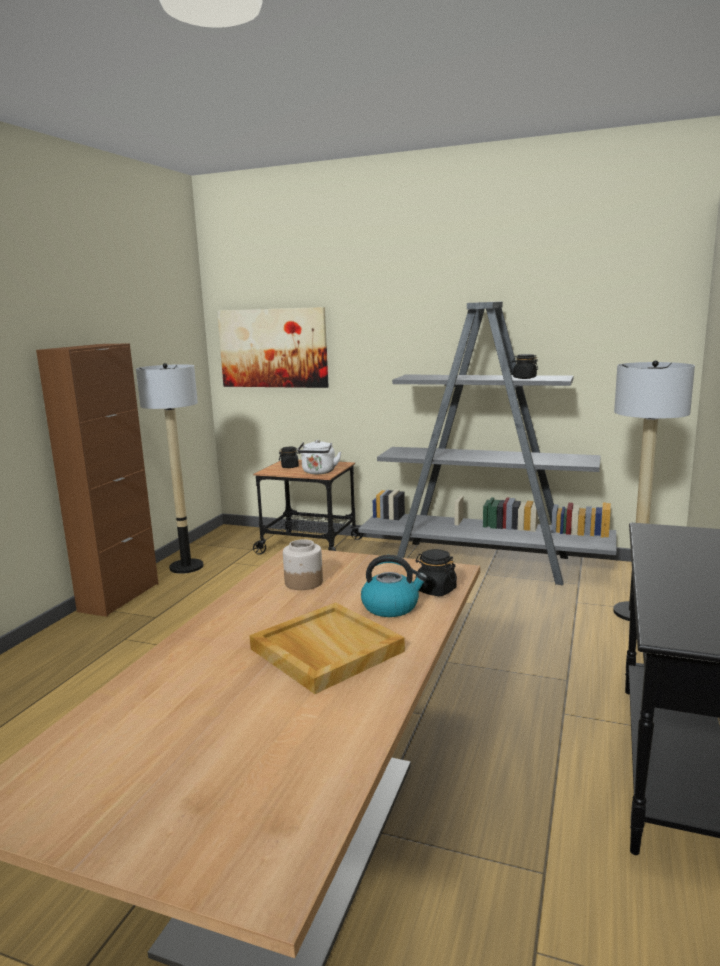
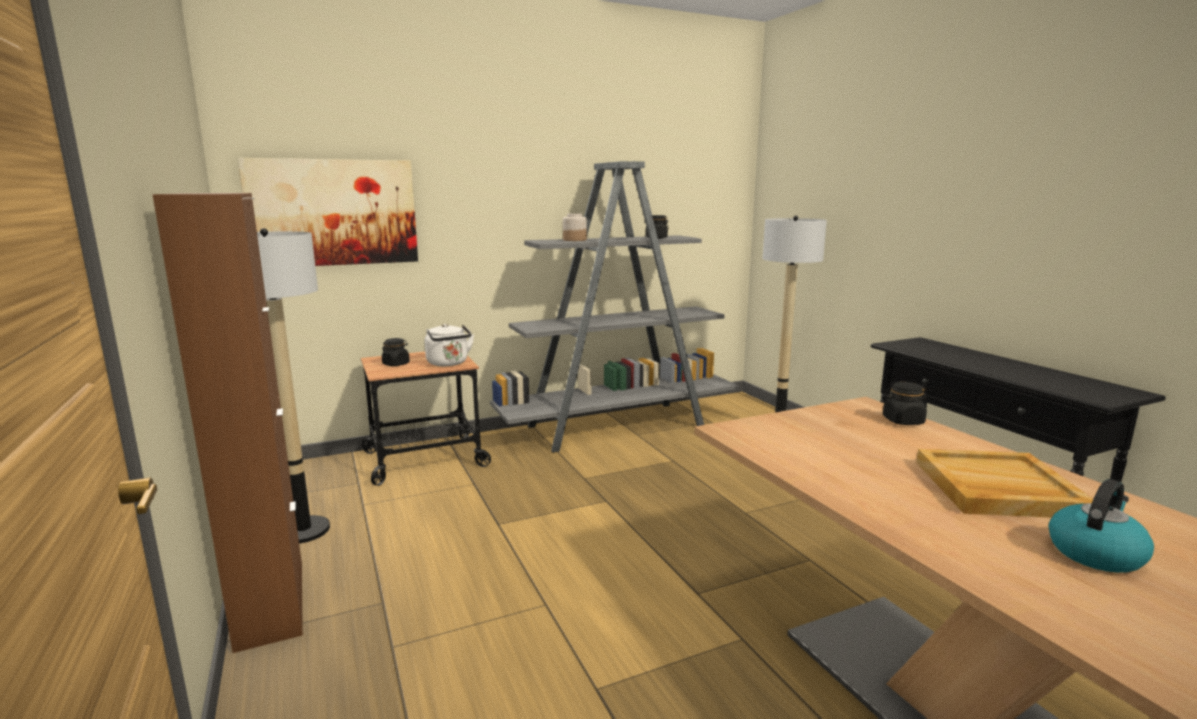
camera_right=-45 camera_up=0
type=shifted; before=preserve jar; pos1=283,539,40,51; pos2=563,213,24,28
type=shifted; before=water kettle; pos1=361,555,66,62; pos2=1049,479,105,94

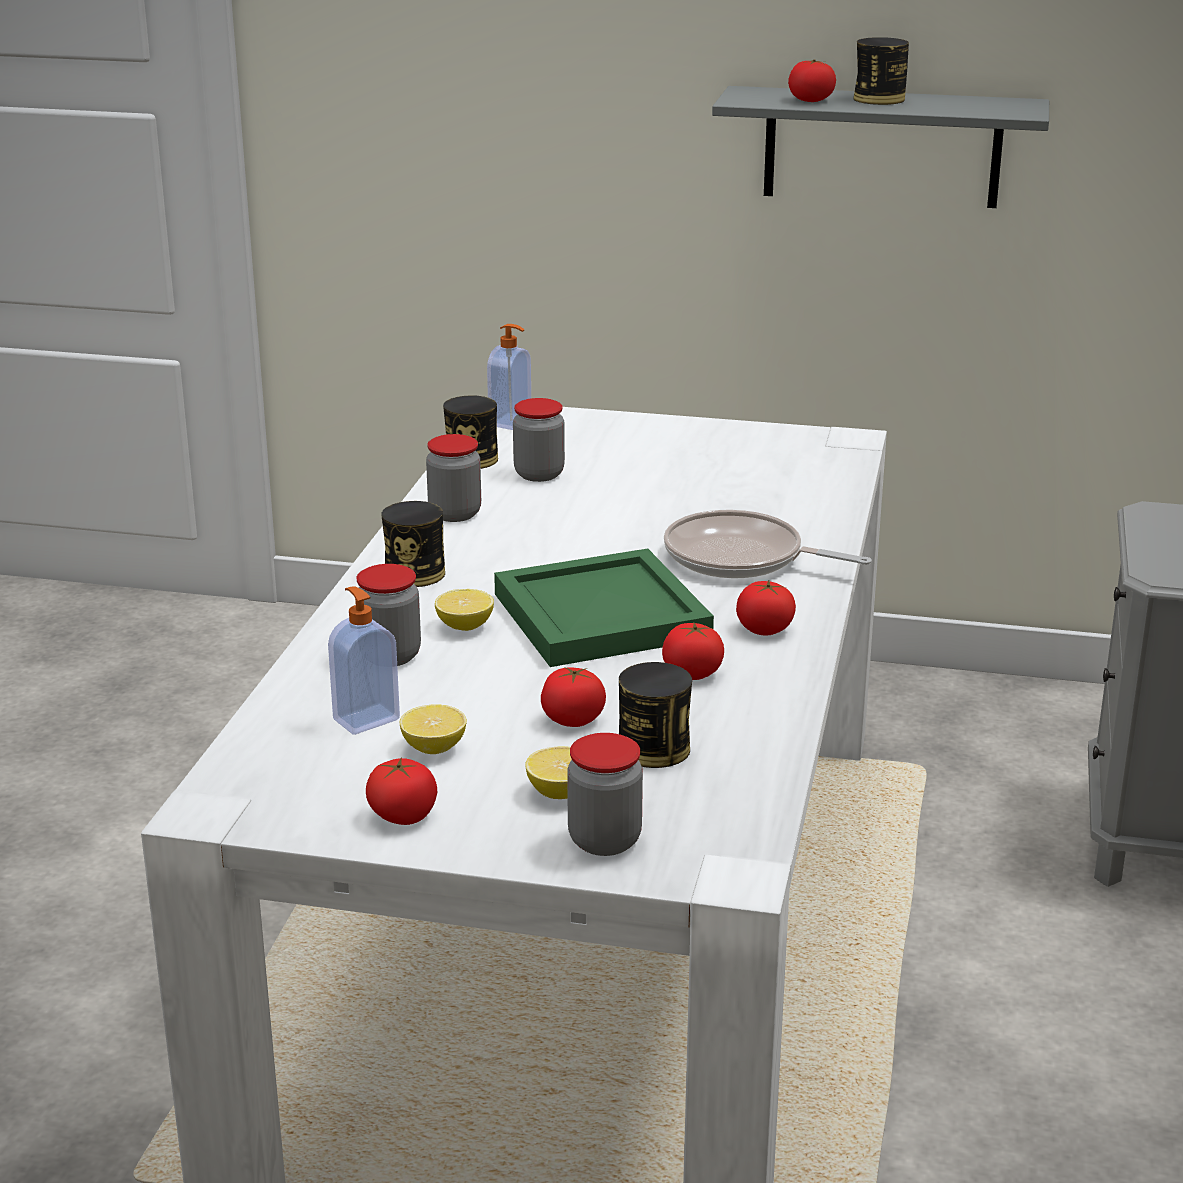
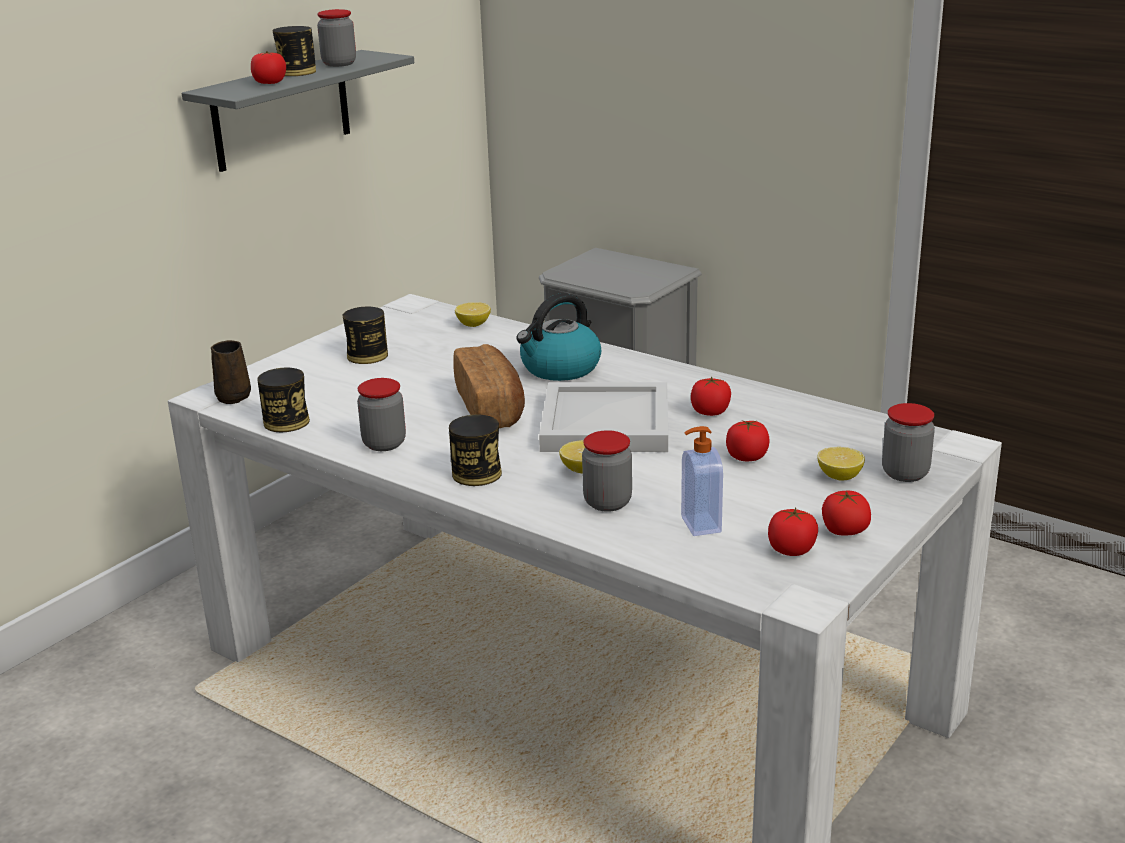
camera_right=-65 camera_up=0
type=new; after=bakery bread; pos2=453,344,72,84
type=shifted; before=lemon; pos1=400,704,67,50; pos2=455,302,36,25
type=shifted; before=preserve jar; pos1=513,398,52,84; pos2=317,9,39,58
type=shifted; before=metal can; pos1=619,662,73,106; pos2=343,307,45,57
type=shifted; before=tomato; pos1=736,581,60,54; pos2=768,508,50,48
type=swapped; before=liquid soap bottle; after=brown-coloured mug; pos1=487,324,44,106; pos2=211,340,40,64
type=swapped; before=pan; after=water kettle; pos1=664,510,208,68; pos2=516,293,85,88
type=repainted; before=green-coloured tray; after=whitish tray; pos1=494,549,220,118; pos2=539,382,129,70

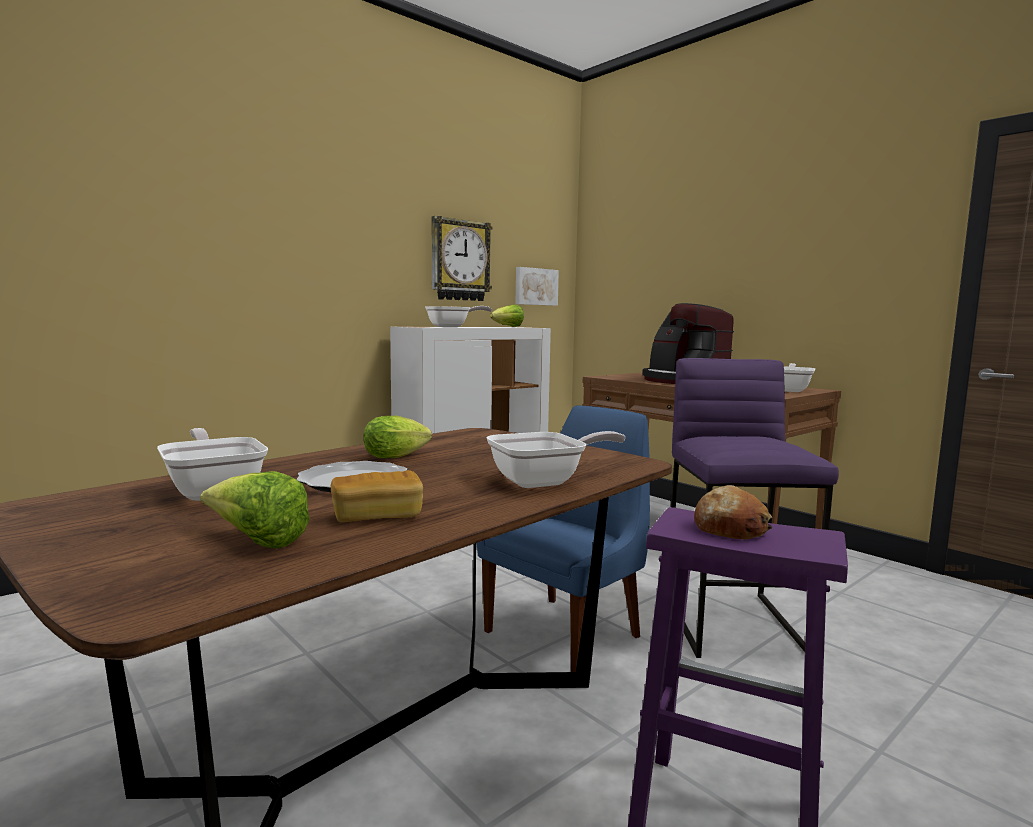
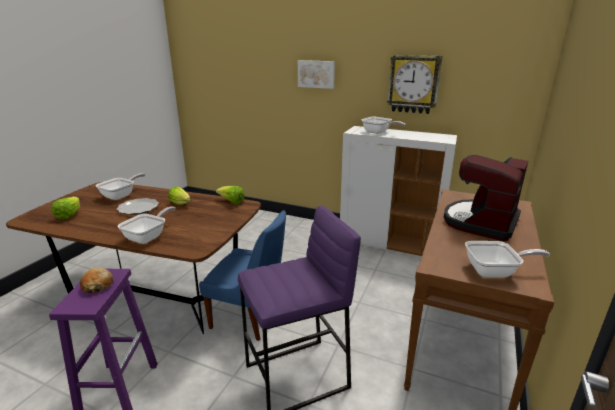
camera_right=65 camera_up=15
type=gone; before=bakery bread; pos1=331,470,92,52
type=shifted; before=lettuce; pos1=490,304,34,23; pos2=216,186,28,19
type=shifted; before=wall art; pos1=515,267,44,39; pos2=298,60,37,29
type=rotated; before=pan; pos1=486,431,139,57; pos2=118,207,57,37; turn=-105

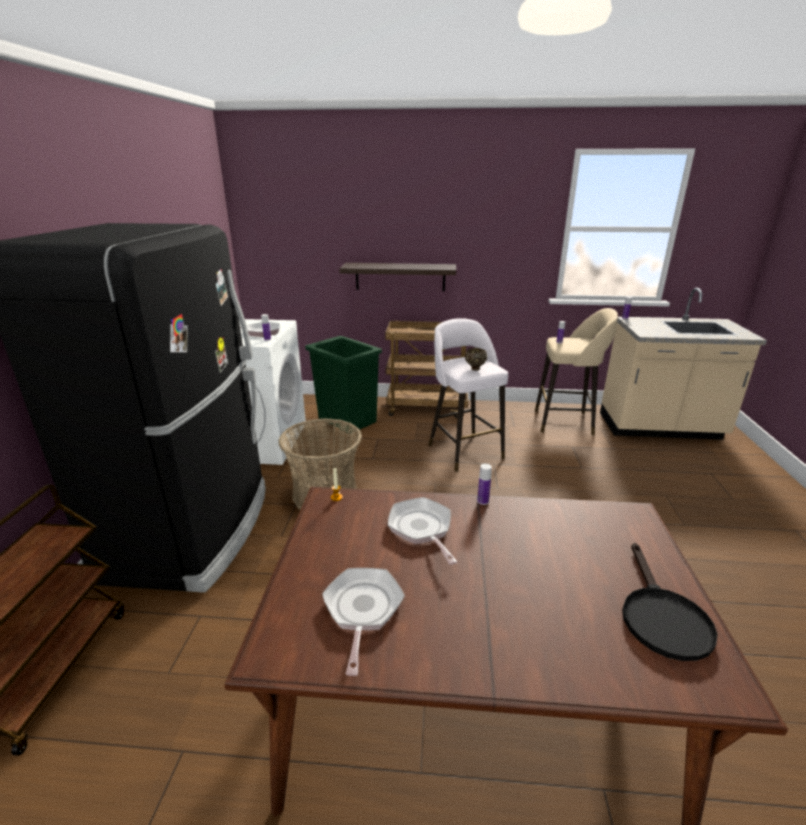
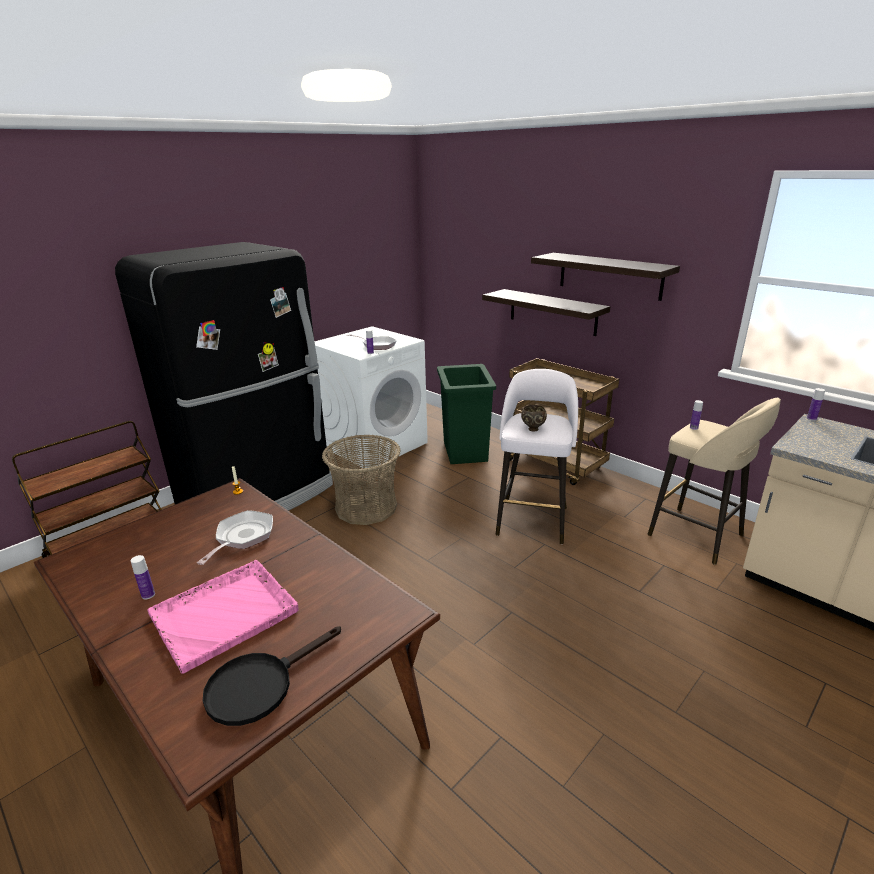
camera_right=40 camera_up=0
type=gone; before=pan; pos1=322,568,83,108
type=new; after=pink tray; pos2=148,560,150,114
type=new; after=bracket shelf; pos2=531,253,149,48
type=shifted; before=beverage bottle; pos1=477,464,15,41; pos2=131,555,24,44

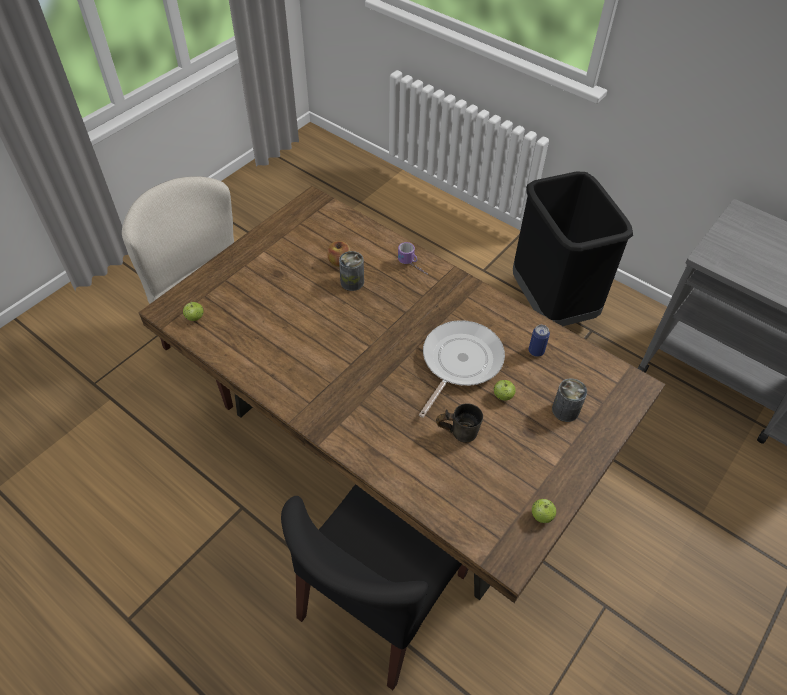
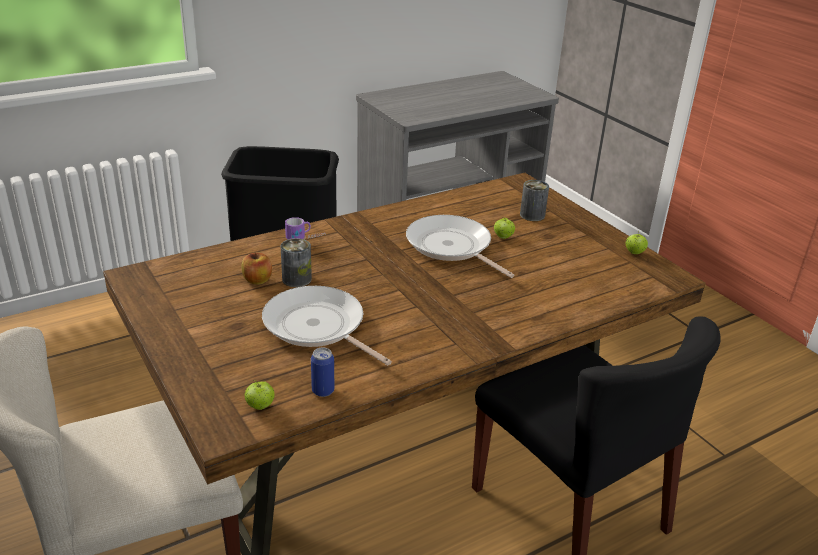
camera_right=-70 camera_up=-20
type=gone; before=greyish mug; pos1=436,403,47,39
type=new; after=pan; pos2=262,286,130,79
type=shifted; before=metal can; pos1=529,325,21,32; pos2=311,348,23,49

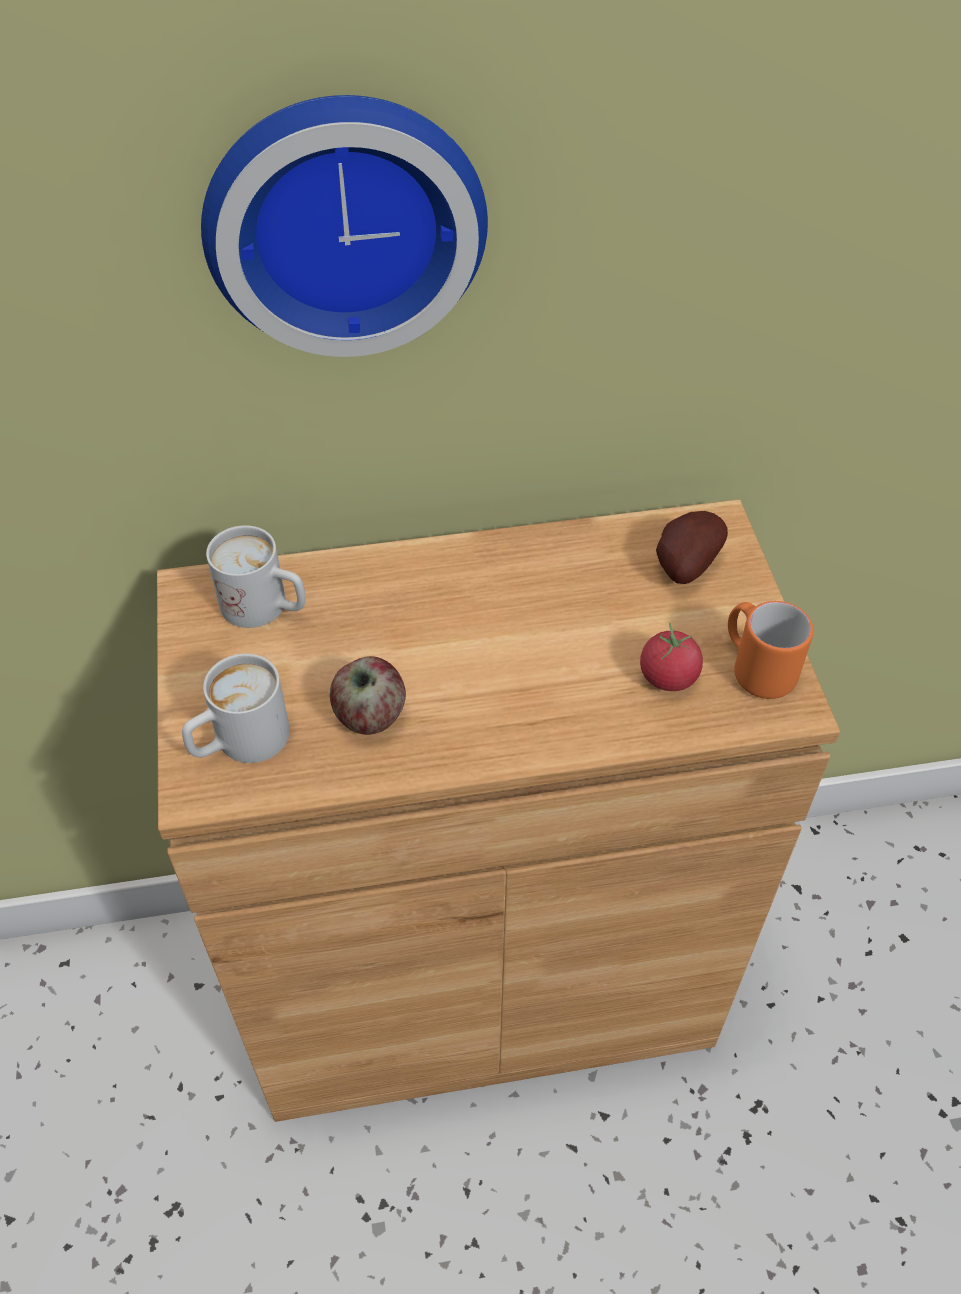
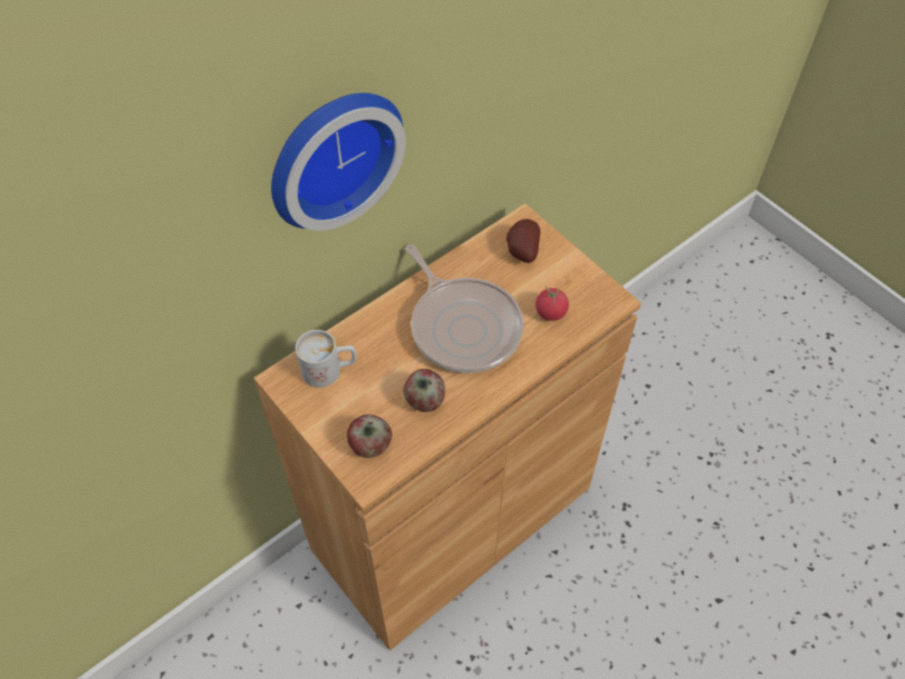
camera_right=-30 camera_up=5
type=gone; before=orange-coloured mug; pos1=728,601,85,98
type=new; after=pan; pos2=406,244,118,129
type=swapped; before=whitish mug; after=apple fruit; pos1=182,654,108,109; pos2=347,414,45,44

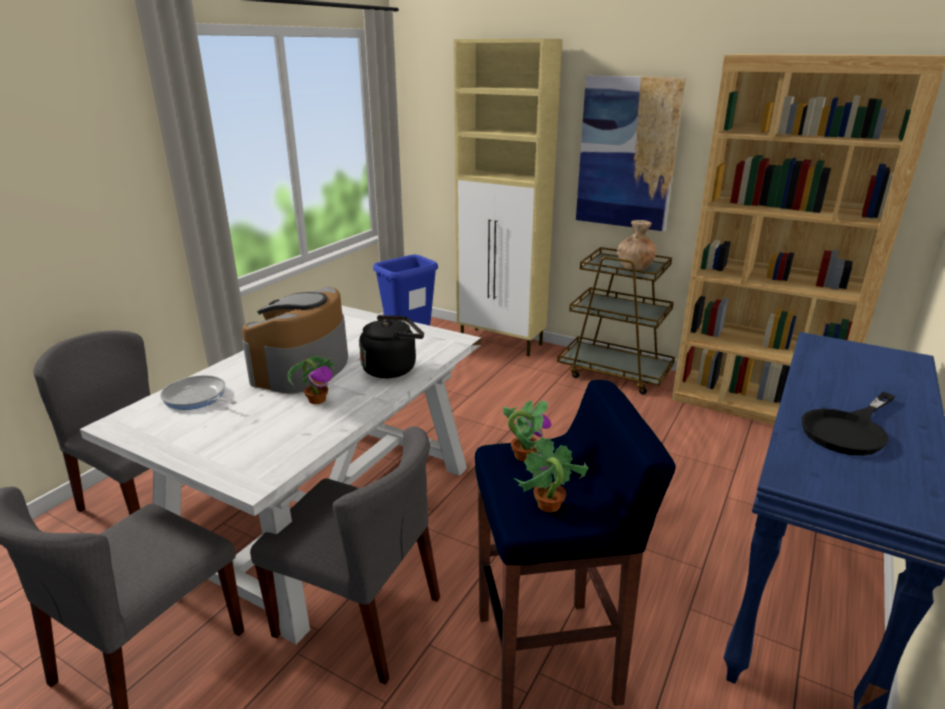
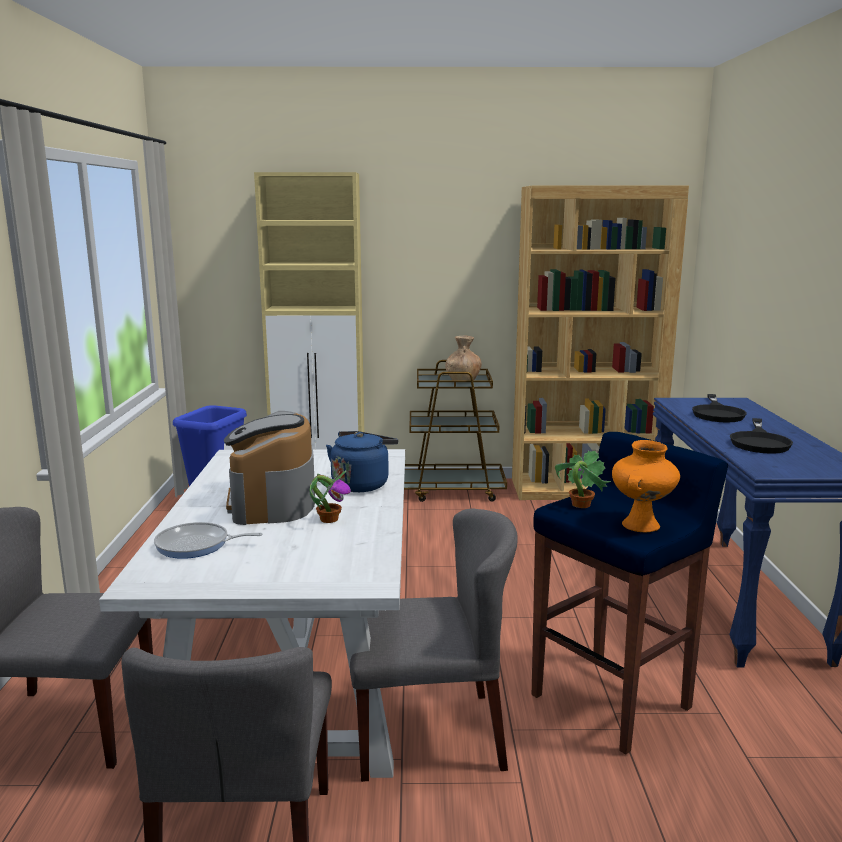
camera_right=-30 camera_up=-10
type=gone; before=wall art; pos1=576,76,110,155
type=new; after=black-coloured pan; pos2=692,394,55,28
type=swapped; before=houseplant; after=orange-coloured decorative vase; pos1=514,437,75,76; pos2=612,440,68,92
type=repainted; before=black-coloured water kettle; after=blue water kettle; pos1=359,315,65,63; pos2=326,431,72,61

